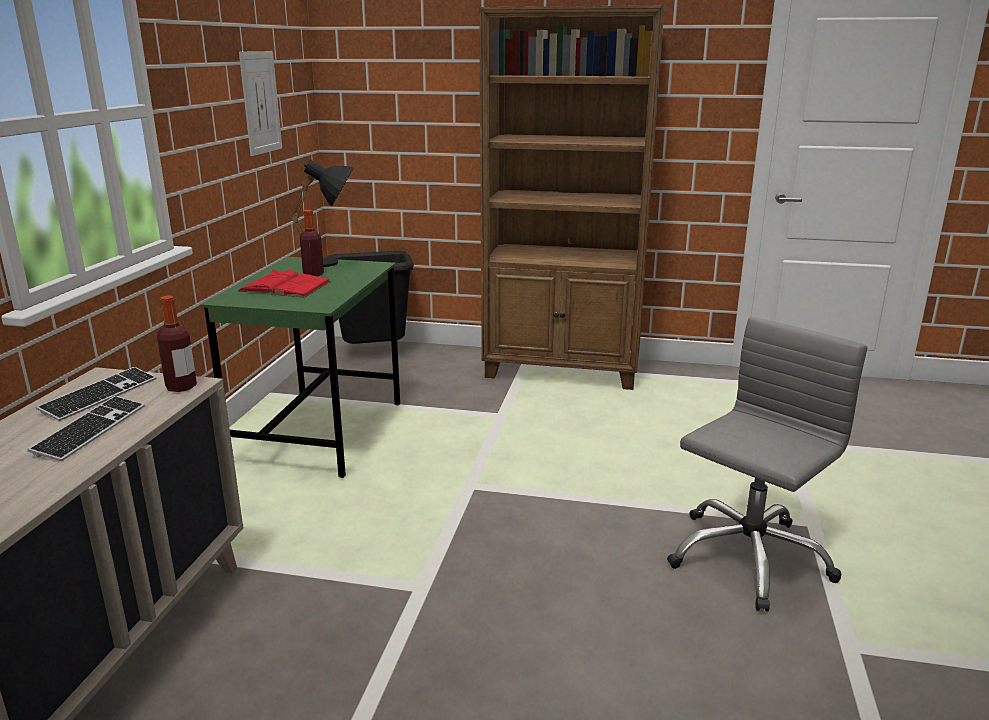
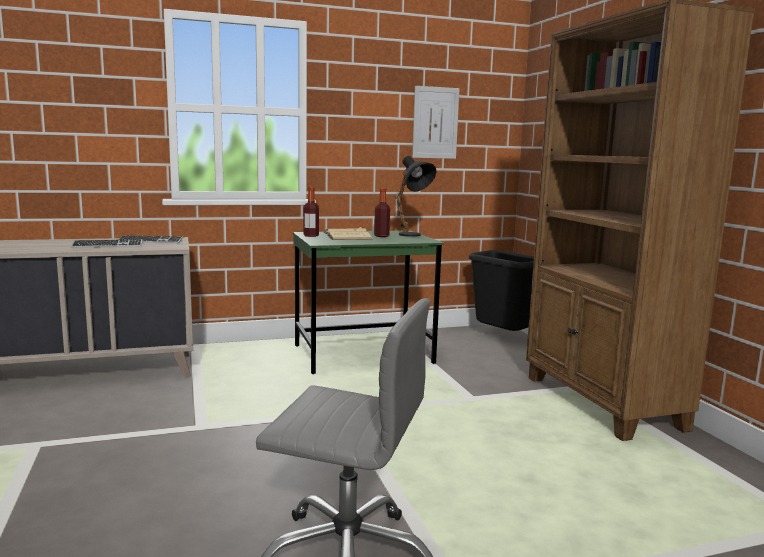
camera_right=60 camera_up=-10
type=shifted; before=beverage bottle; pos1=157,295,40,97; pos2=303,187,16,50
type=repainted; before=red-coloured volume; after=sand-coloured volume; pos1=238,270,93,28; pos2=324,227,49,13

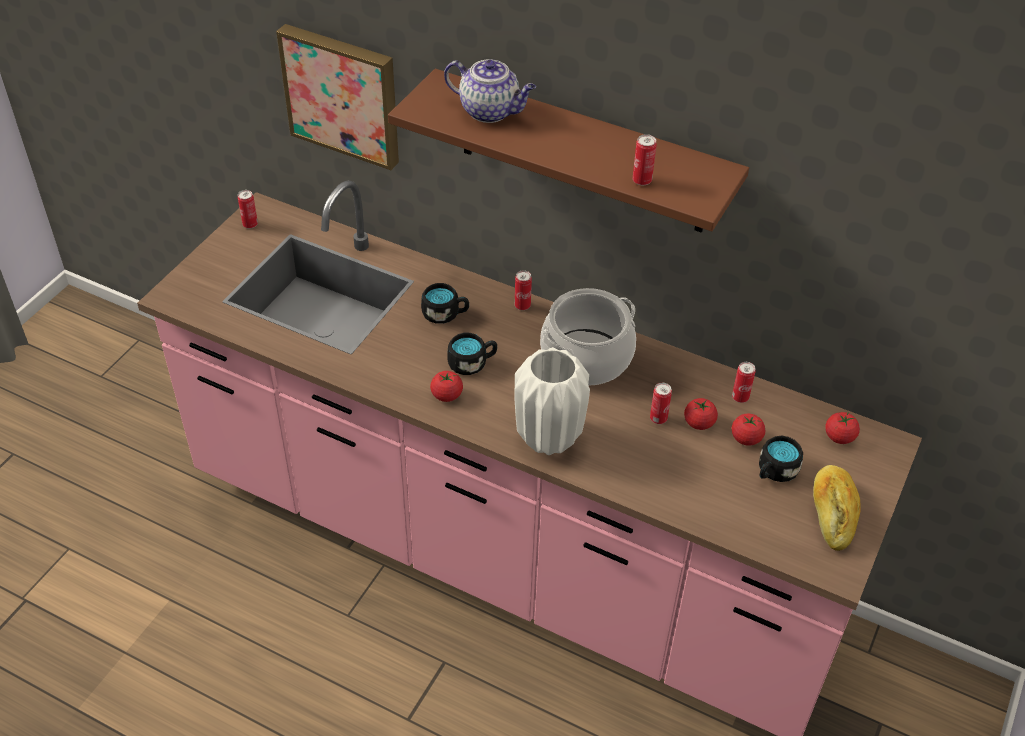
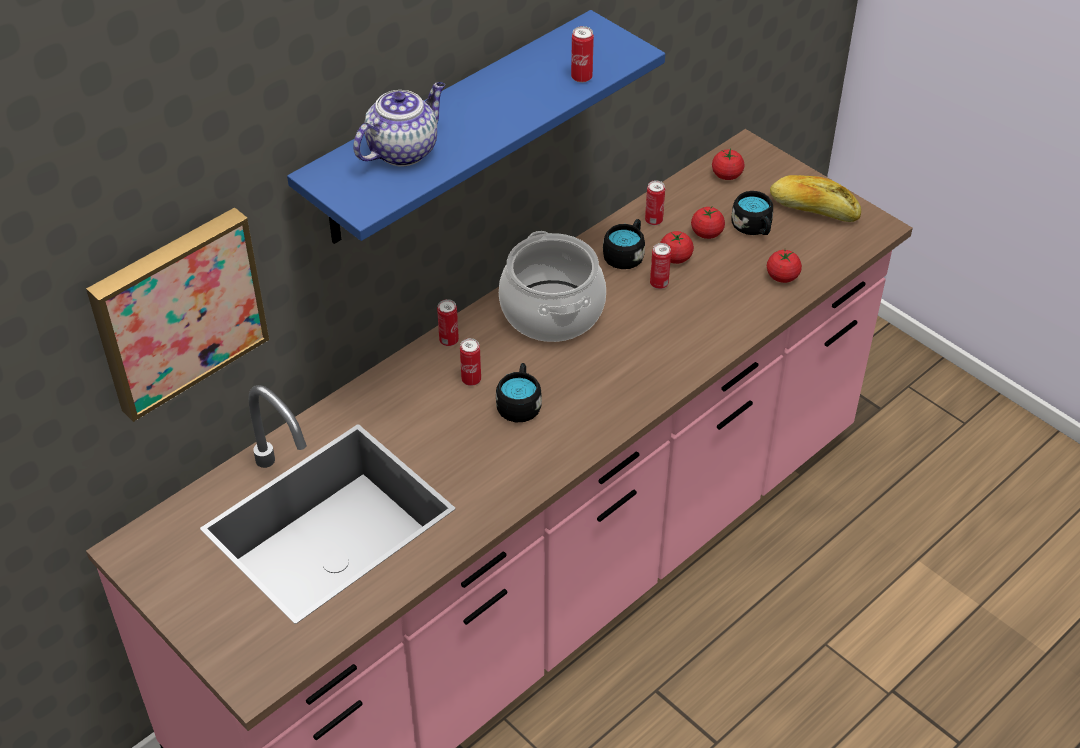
camera_right=-70 camera_up=0
type=gone; before=whitish decorative vase; pos1=514,347,76,108
type=shifted; before=metal can; pos1=238,190,20,39; pos2=460,338,21,48
type=shifted; before=black-coloured mug; pos1=421,283,48,41; pos2=603,219,42,50
type=shifted; before=tomato; pos1=430,371,33,31; pos2=767,250,35,33
type=repainted; before=brown-coloured bracket shelf; after=blue bracket shelf; pos1=388,69,361,164; pos2=287,10,378,234

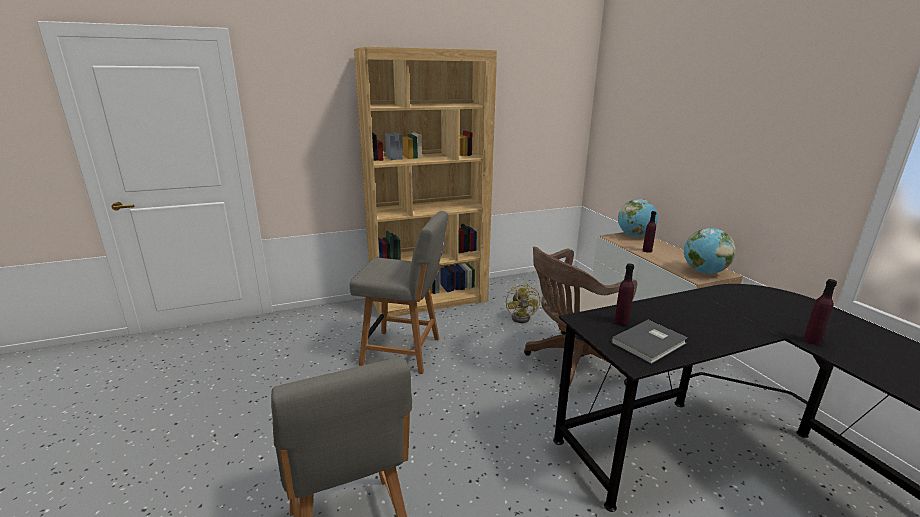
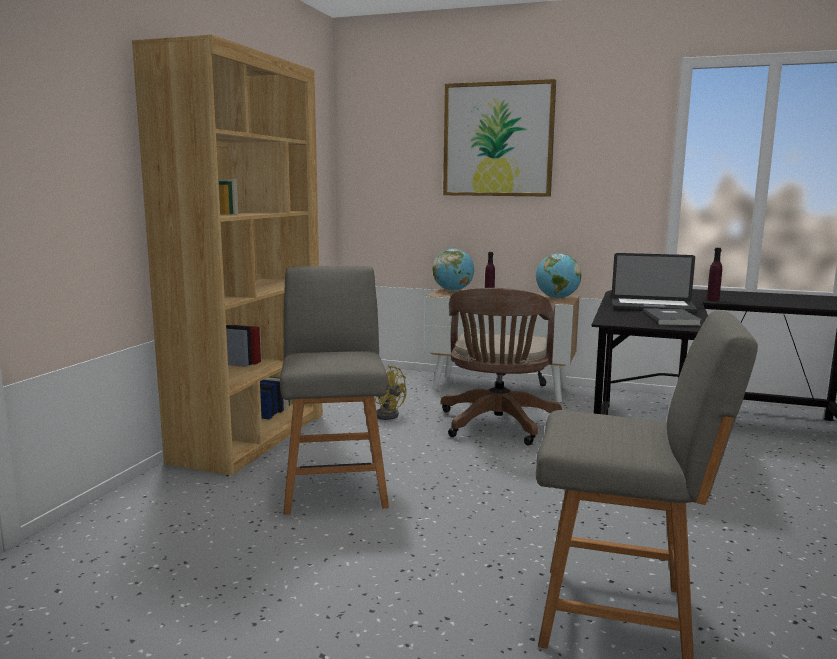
camera_right=-50 camera_up=-10
type=gone; before=purple-coloured beverage bottle; pos1=614,263,20,63
type=new; after=wall art; pos2=443,79,113,118
type=new; after=portable computer; pos2=612,253,86,60
type=rotated; before=greyish upright chair; pos1=350,211,98,163; pos2=280,266,109,249; turn=-60

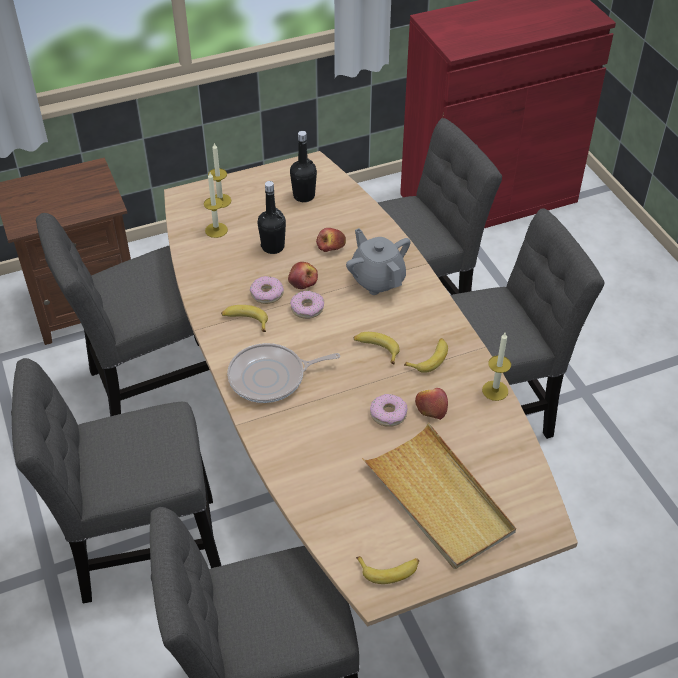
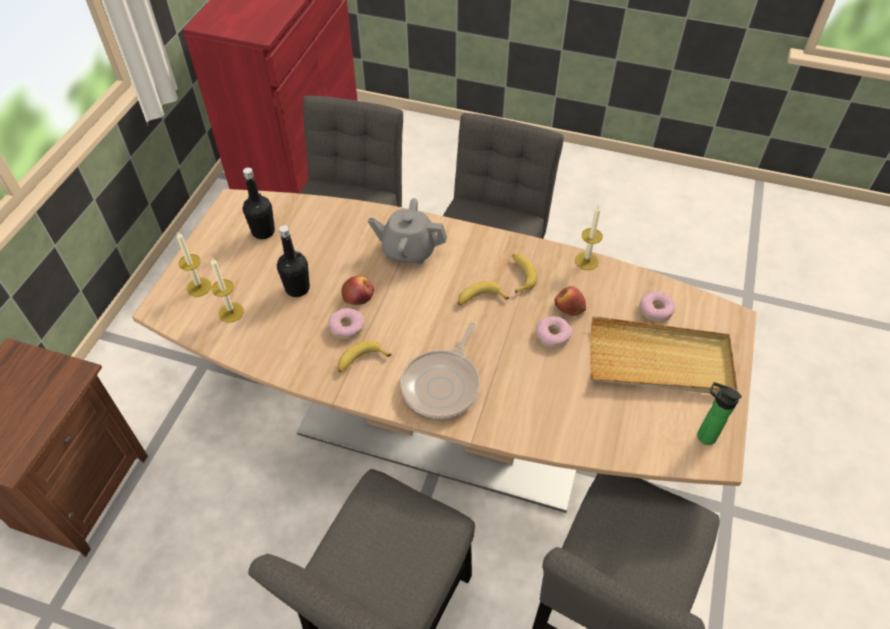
camera_right=-50 camera_up=5
type=gone; before=greyish upright chair; pos1=36,213,173,203
type=gone; before=apple fruit; pos1=316,228,30,24
type=shifted; before=doughnut; pos1=290,291,34,28; pos2=639,291,36,31
type=swapped; before=banana; after=beverage bottle; pos1=356,556,63,28; pos2=697,382,45,63

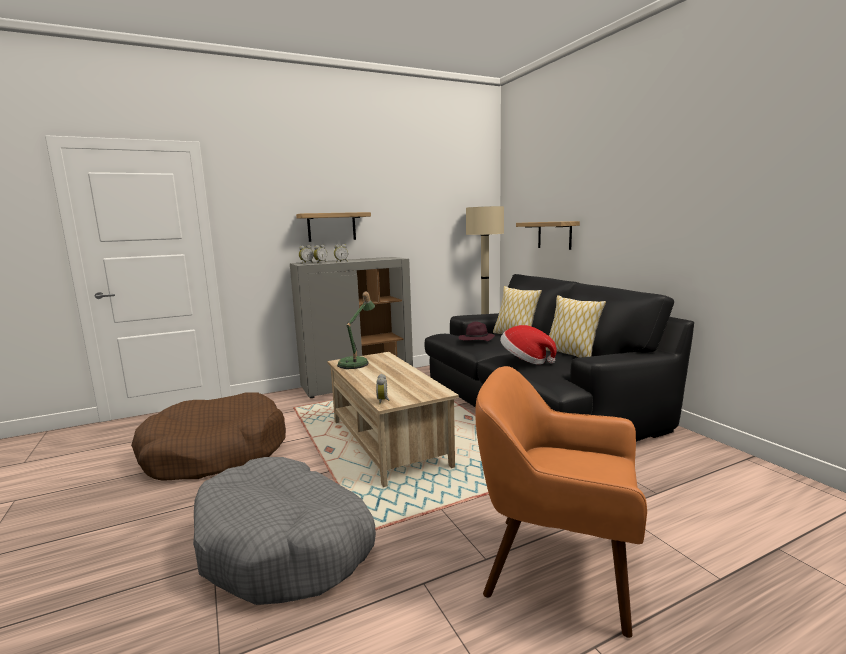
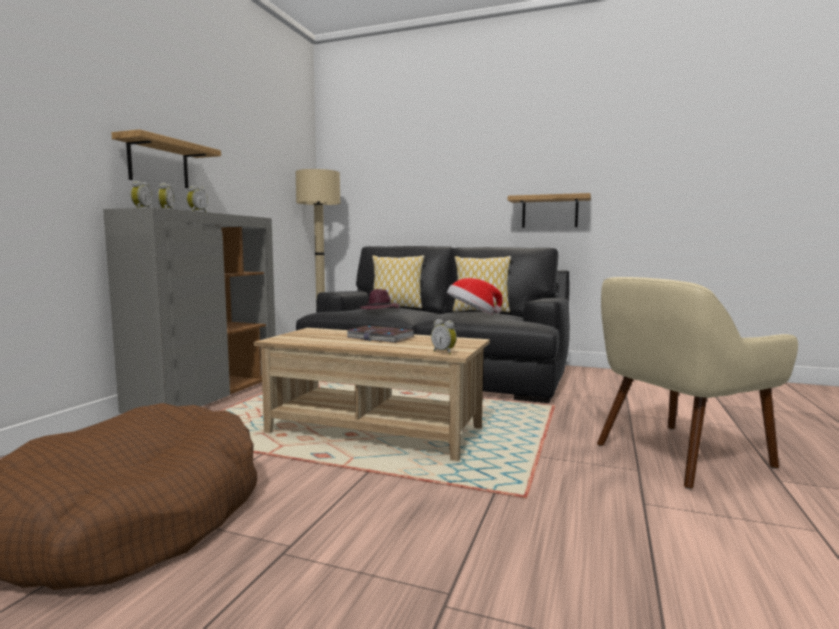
camera_right=-45 camera_up=-5
type=gone; before=greyish dog bed; pos1=193,457,183,148
type=gone; before=table lamp; pos1=337,292,38,77
type=new; after=volume; pos2=346,326,68,17
type=shifted; before=bracket shelf; pos1=516,221,64,29; pos2=508,193,83,35
type=repainted; before=orange-coloured lounge chair; after=sand-coloured lounge chair; pos1=475,366,172,272; pos2=597,277,201,212

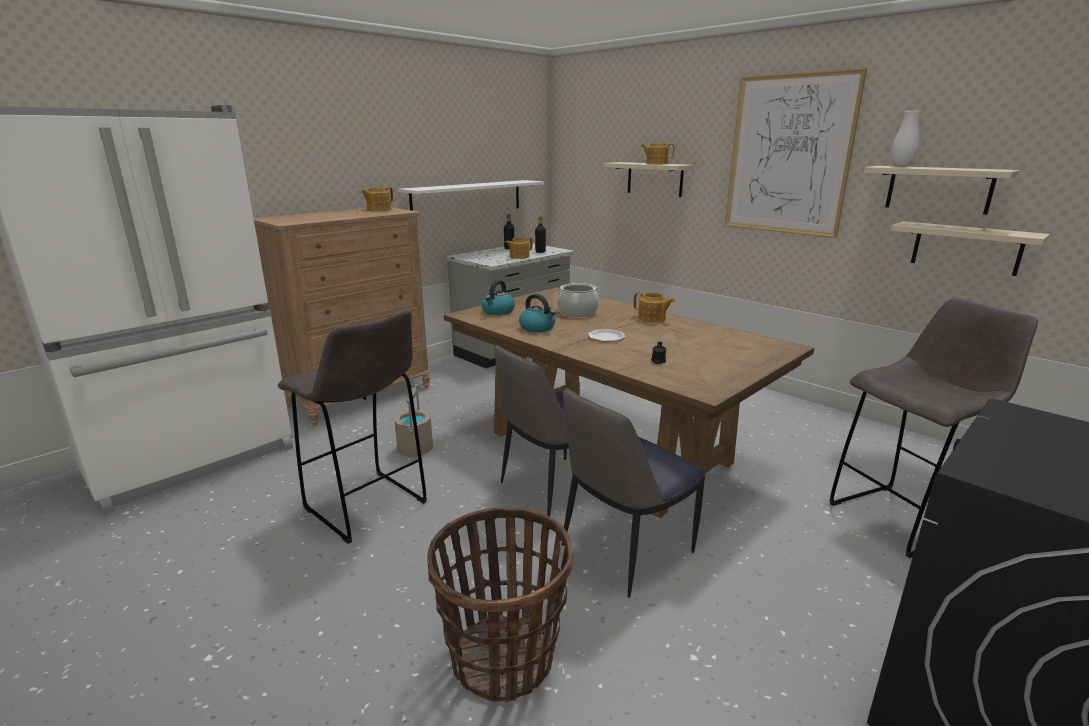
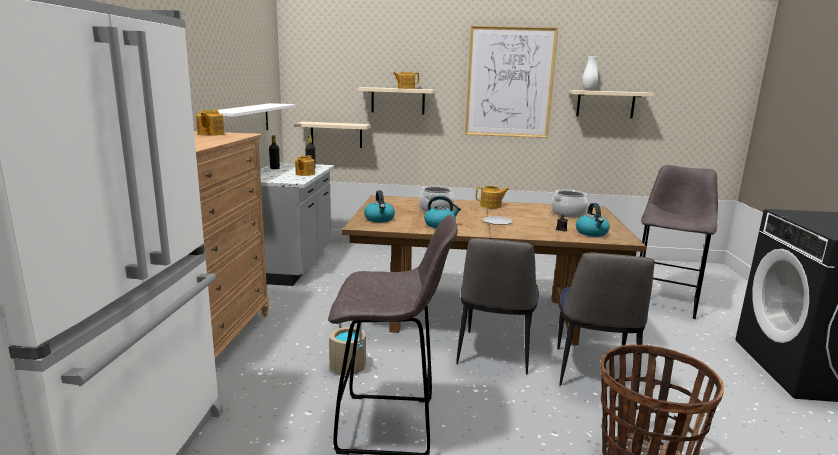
camera_right=-40 camera_up=-5
type=new; after=saucepot; pos2=551,190,37,27
type=new; after=water kettle; pos2=576,203,34,34
type=shifted; before=sand-coloured bracket shelf; pos1=891,221,159,55; pos2=295,122,76,26

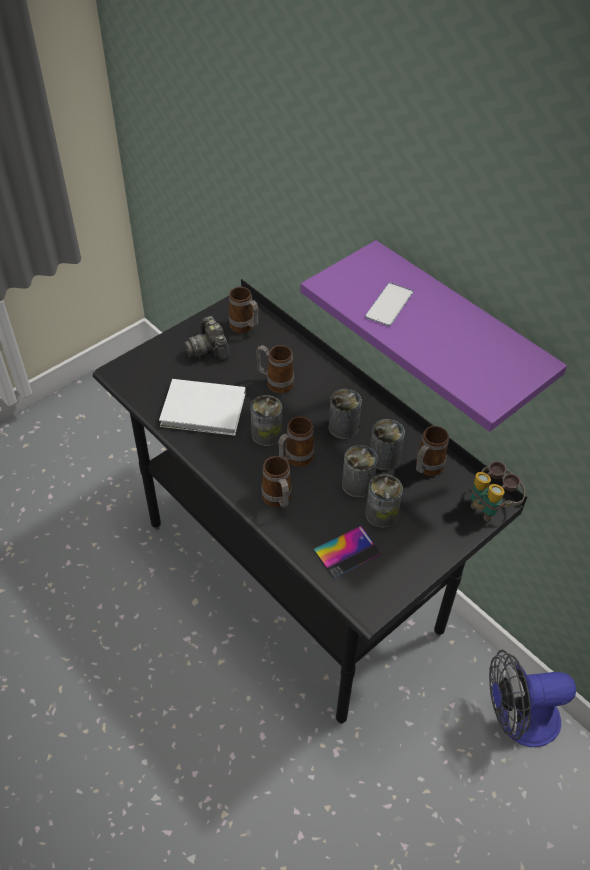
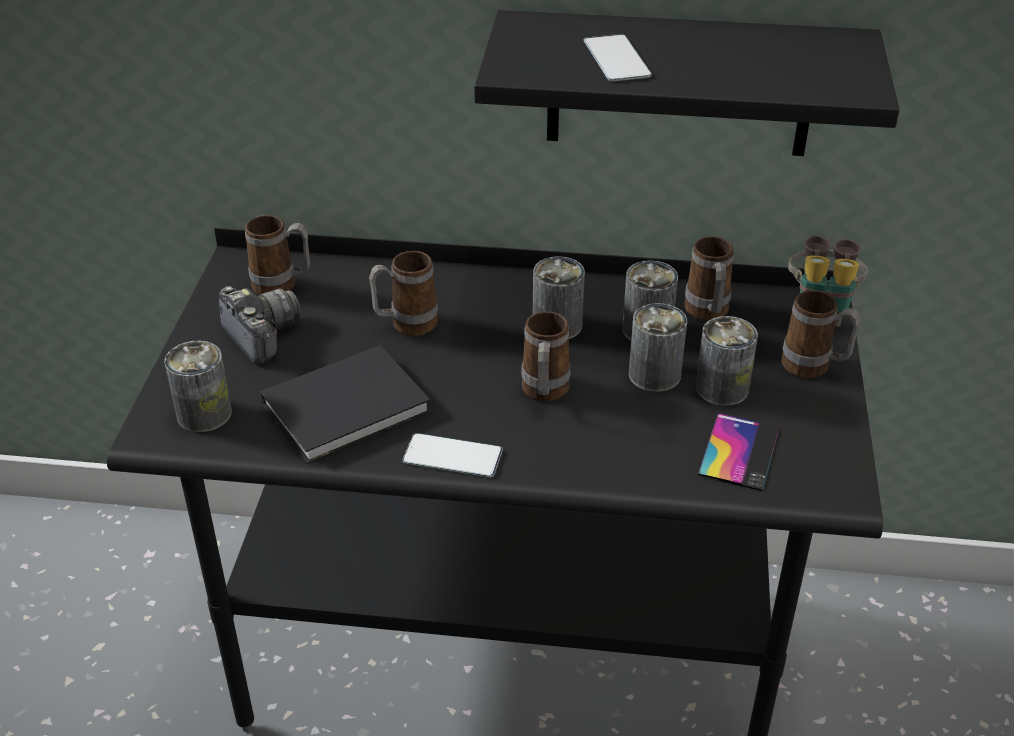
camera_right=-40 camera_up=-10
type=gone; before=electric fan; pos1=489,650,87,97
type=new; after=phone; pos2=403,433,100,44
type=shifted; before=metal can; pos1=250,395,32,51; pos2=164,341,68,91
type=shifted; before=mug; pos1=261,456,31,51; pos2=781,290,80,88
type=repainted; before=whitish volume; after=black-coloured volume; pos1=159,379,87,57; pos2=260,345,171,119
type=repainted; before=purple-coloured bracket shelf; after=black-coloured bracket shelf; pos1=300,240,267,192; pos2=474,10,426,146
type=rotated; before=still camera; pos1=184,316,46,45; pos2=219,286,81,79; turn=-150

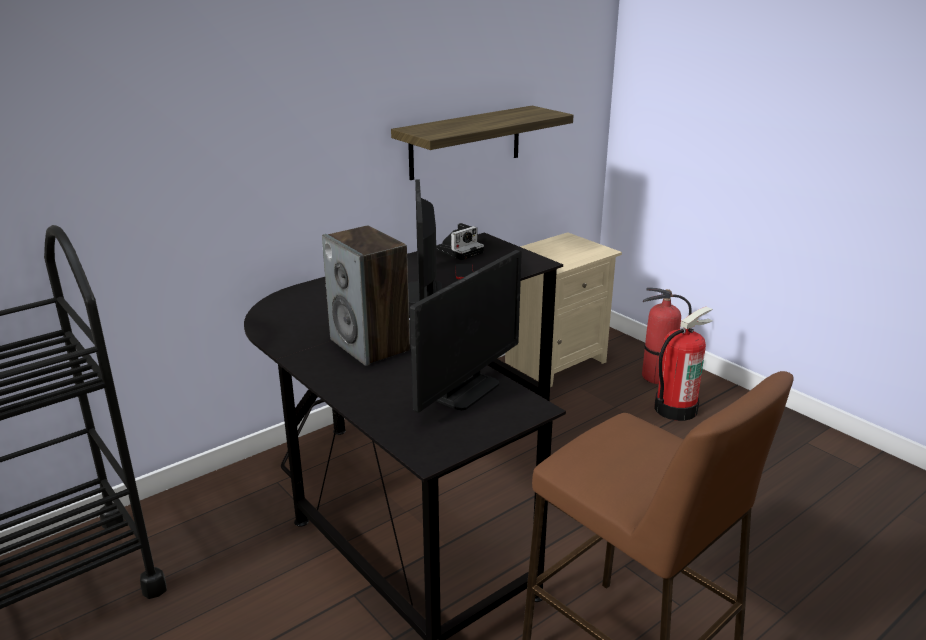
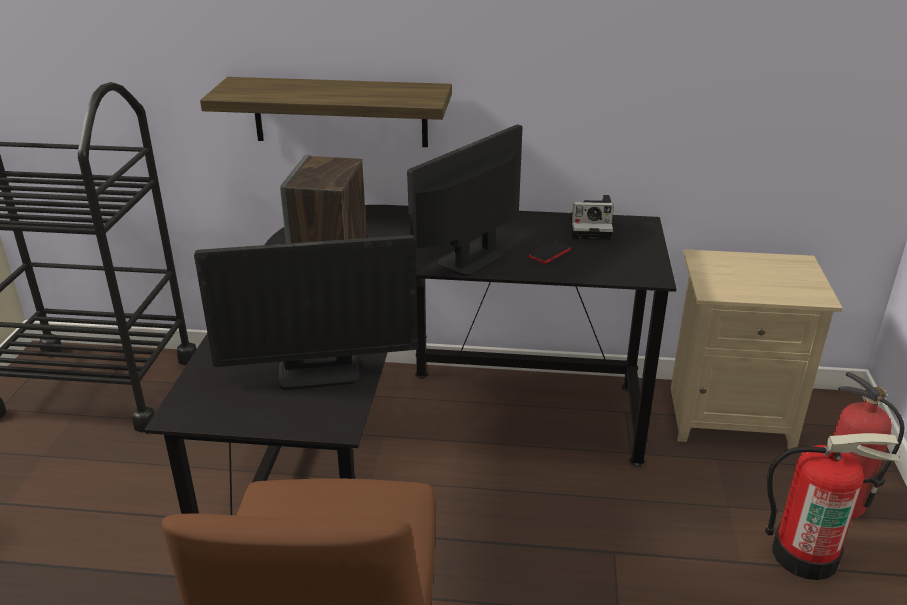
camera_right=45 camera_up=5
type=shifted; before=bracket shelf; pos1=391,106,183,74; pos2=200,77,252,70

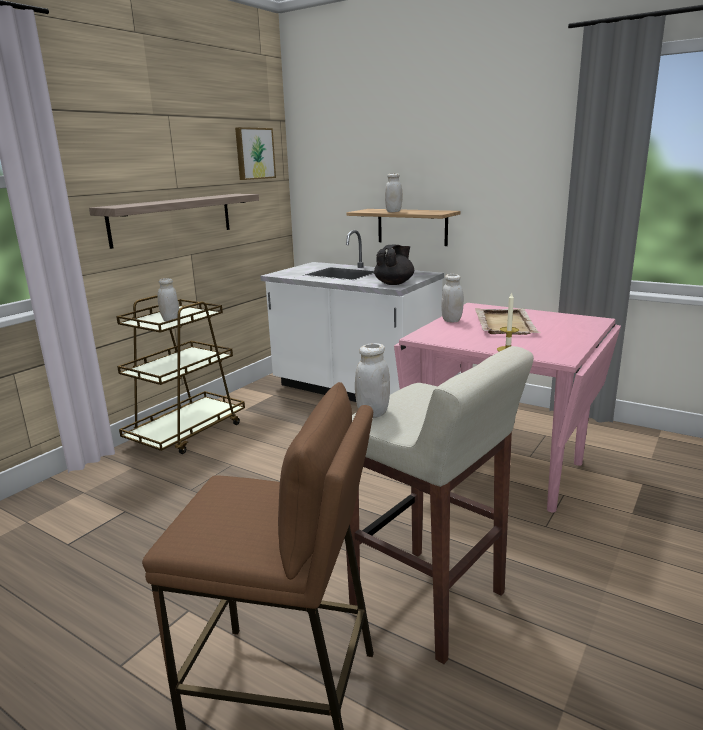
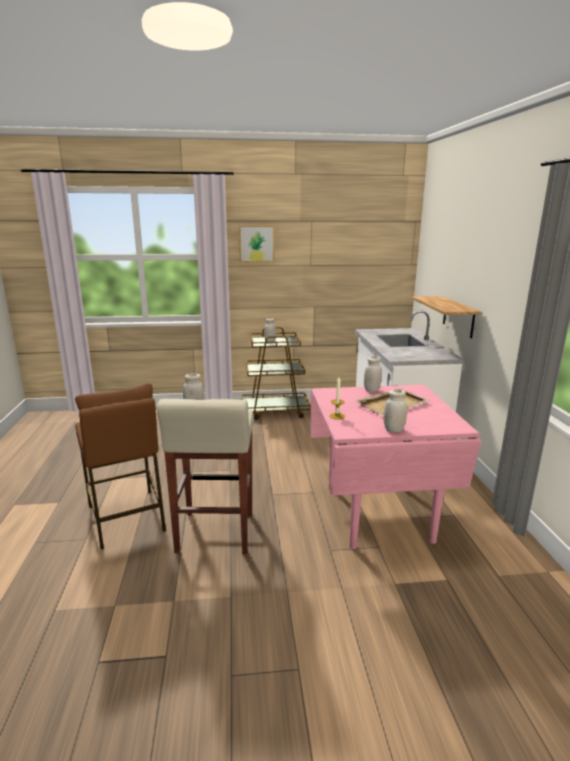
camera_right=50 camera_up=0
type=gone; before=bracket shelf; pos1=89,194,170,55
type=gone; before=black-coloured pot for tea; pos1=374,245,40,40
type=shifted; before=wall art; pos1=235,127,41,53; pos2=239,225,36,37
type=shifted; before=whitish preserve jar; pos1=385,173,18,39; pos2=383,389,24,43

